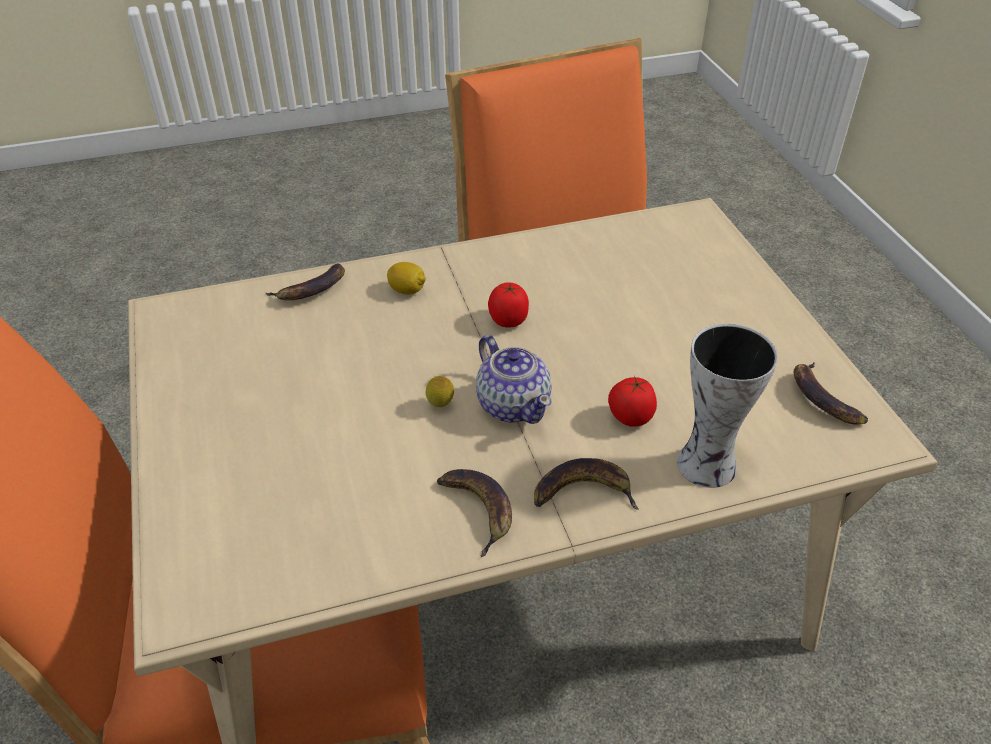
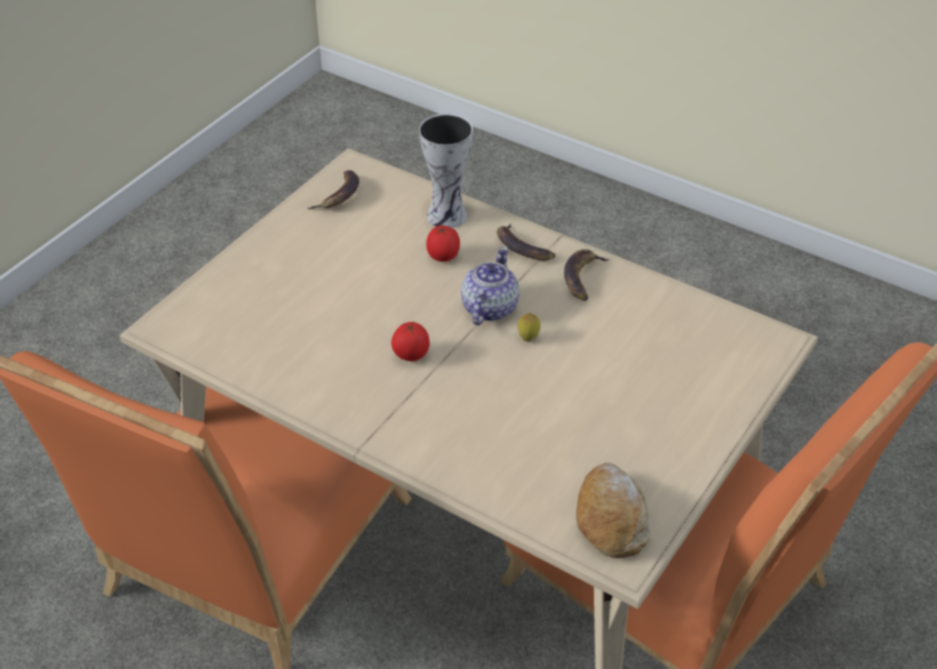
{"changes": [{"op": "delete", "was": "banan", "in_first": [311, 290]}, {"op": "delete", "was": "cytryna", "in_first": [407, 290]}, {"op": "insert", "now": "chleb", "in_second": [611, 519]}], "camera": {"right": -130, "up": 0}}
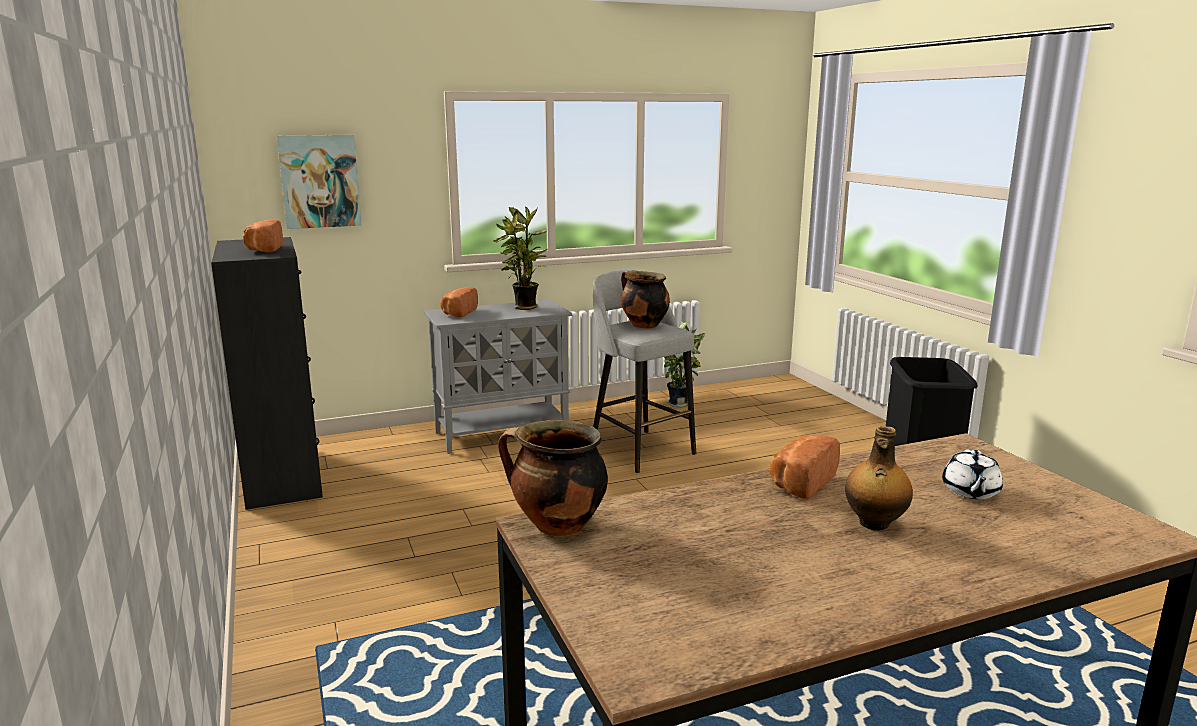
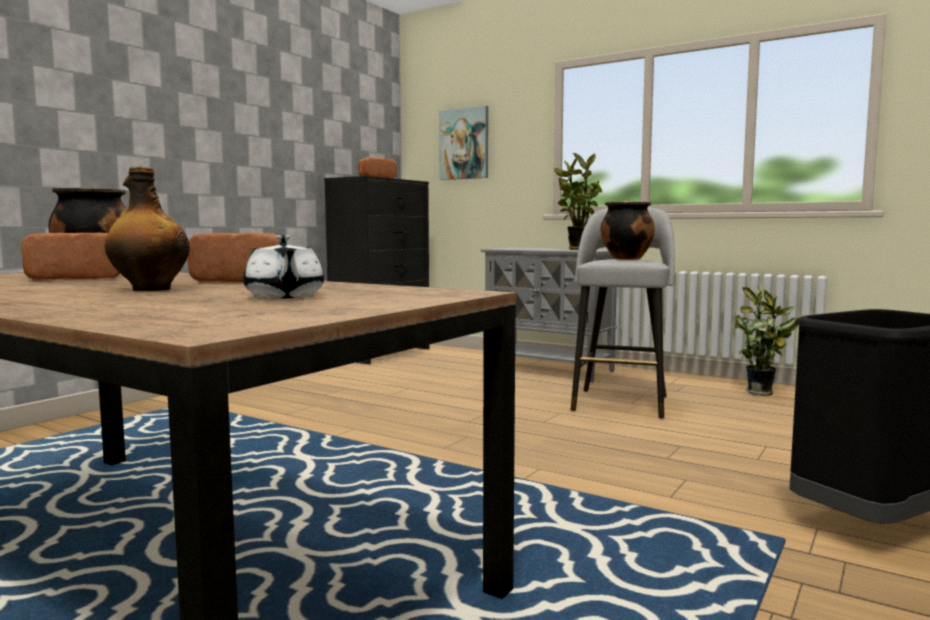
{"changes": [{"op": "move", "was": "chleb", "in_first": [458, 313], "in_second": [78, 278]}, {"op": "rotate", "was": "imbryk/biały", "in_first": [970, 492], "in_second": [284, 297], "clockwise": -90}], "camera": {"right": 55, "up": -10}}
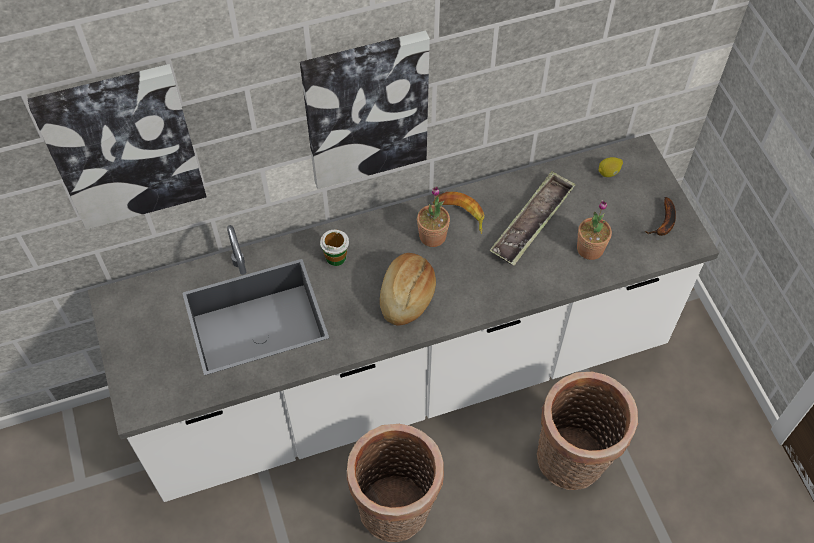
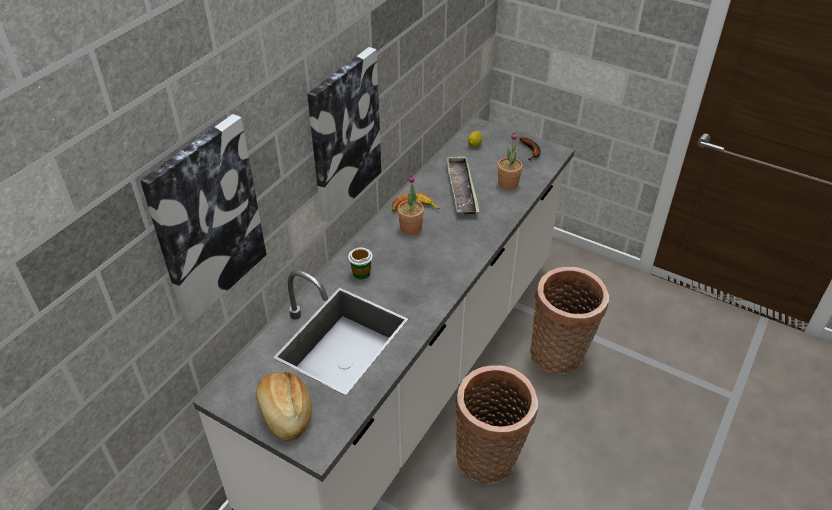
{"changes": [{"op": "move", "was": "chleb", "in_first": [406, 295], "in_second": [284, 413]}], "camera": {"right": -40, "up": -15}}
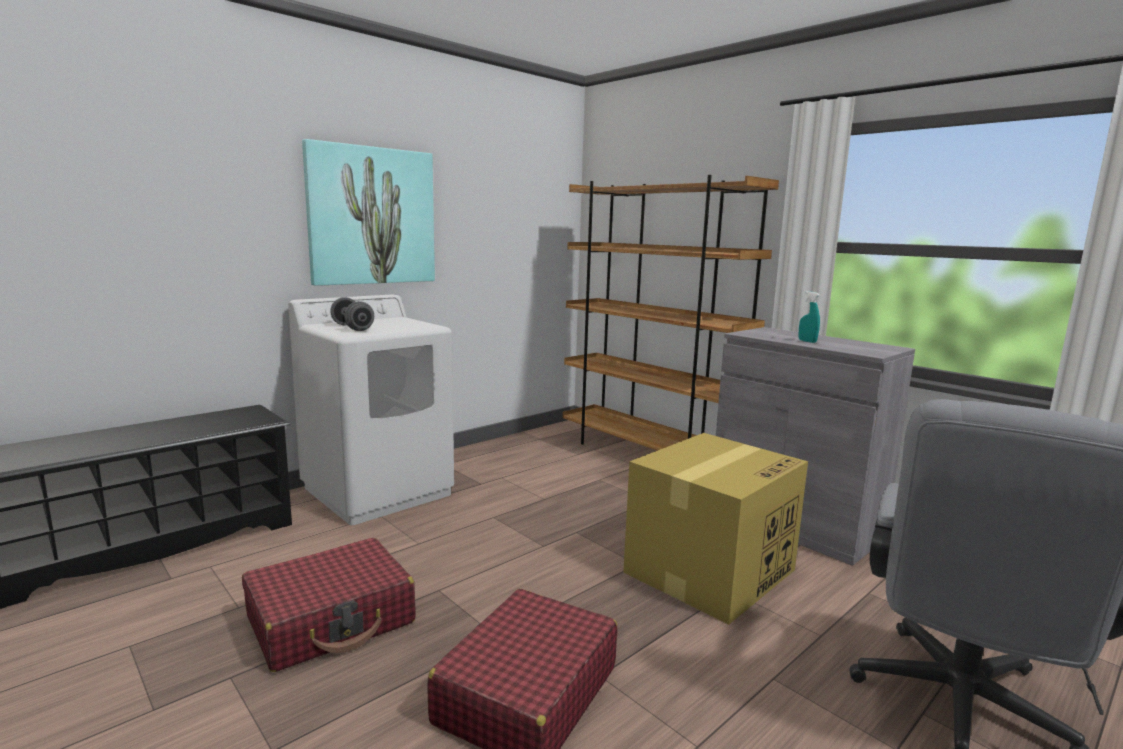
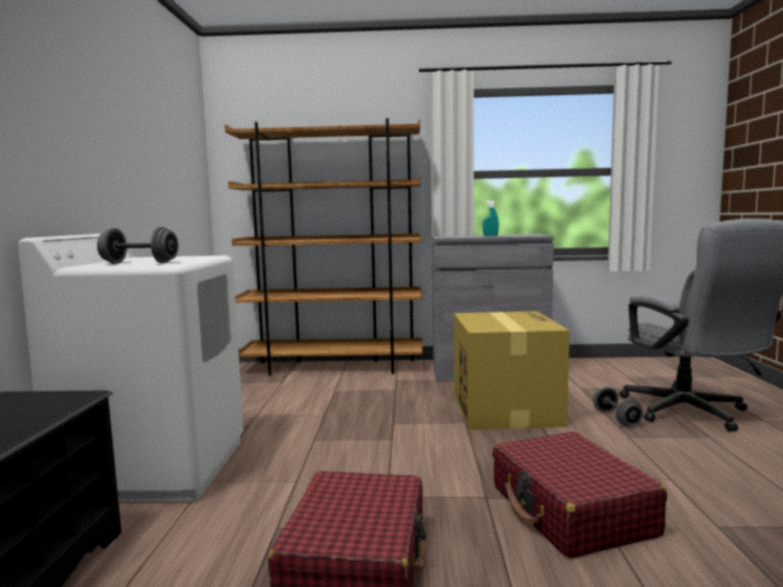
{"changes": [{"op": "delete", "was": "obraz", "in_first": [371, 216]}, {"op": "insert", "now": "hantel/szary", "in_second": [616, 418]}], "camera": {"right": -45, "up": -5}}
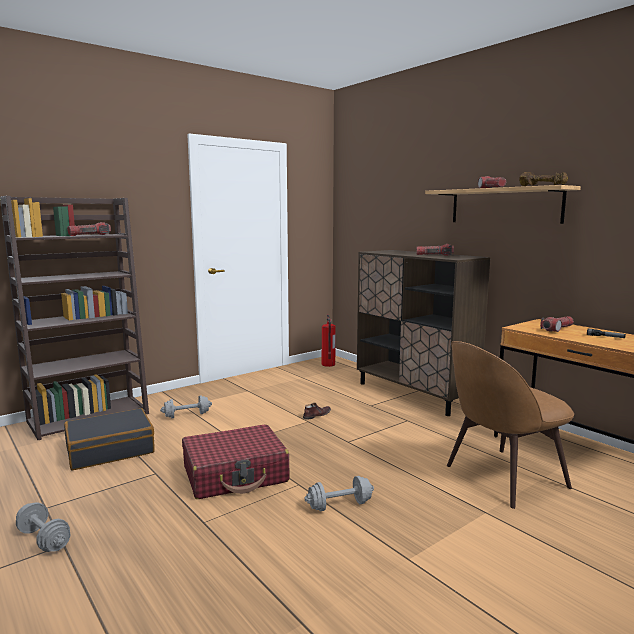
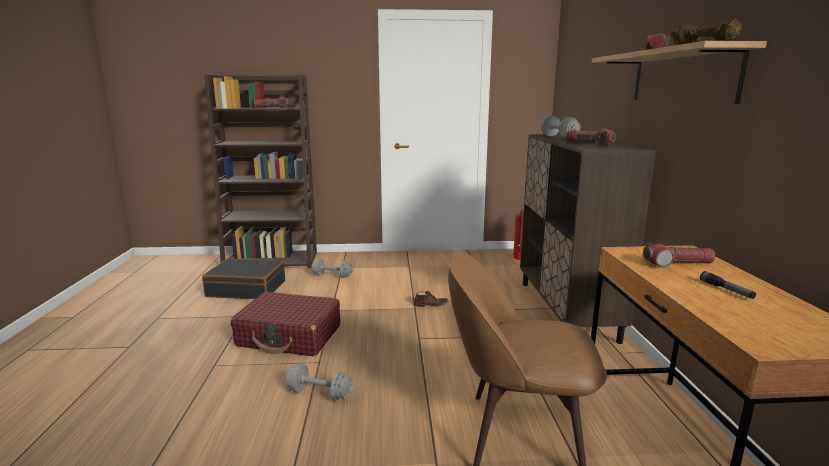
{"changes": [{"op": "move", "was": "hantel/szary", "in_first": [44, 539], "in_second": [559, 137]}], "camera": {"right": 35, "up": 5}}
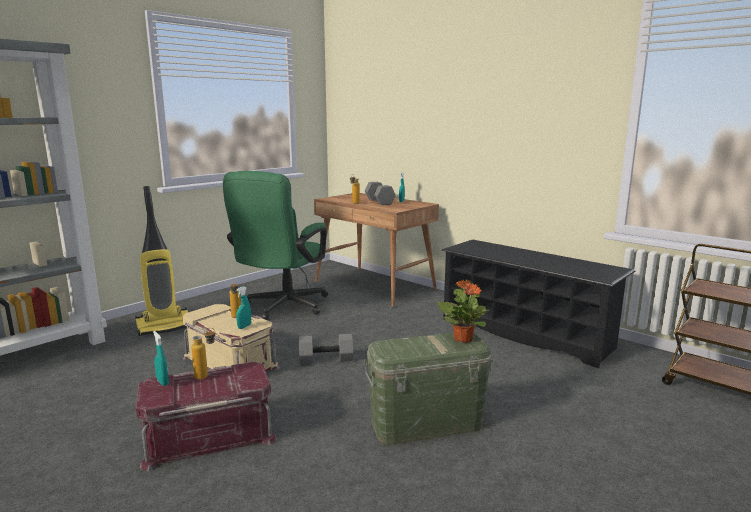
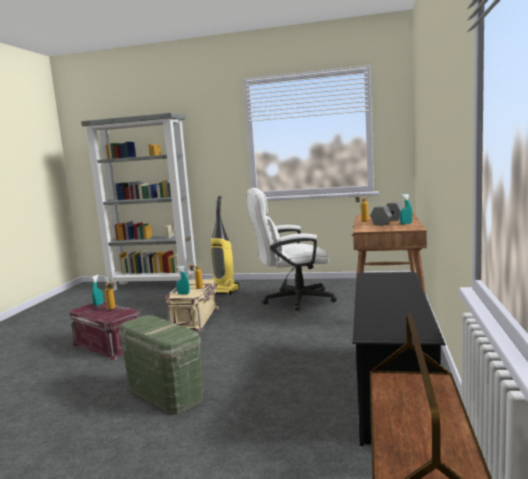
{"changes": [{"op": "recolor", "was": "krzesło biurowe/zielony", "now": "krzesło biurowe/biały", "in_first": [282, 307], "in_second": [292, 300]}, {"op": "delete", "was": "hantel/szary", "in_first": [326, 359]}, {"op": "delete", "was": "roślina doniczkowa", "in_first": [463, 339]}], "camera": {"right": 60, "up": -5}}
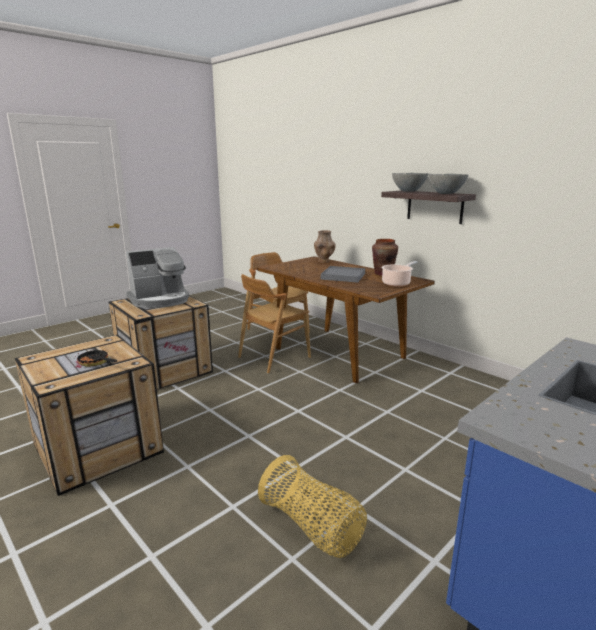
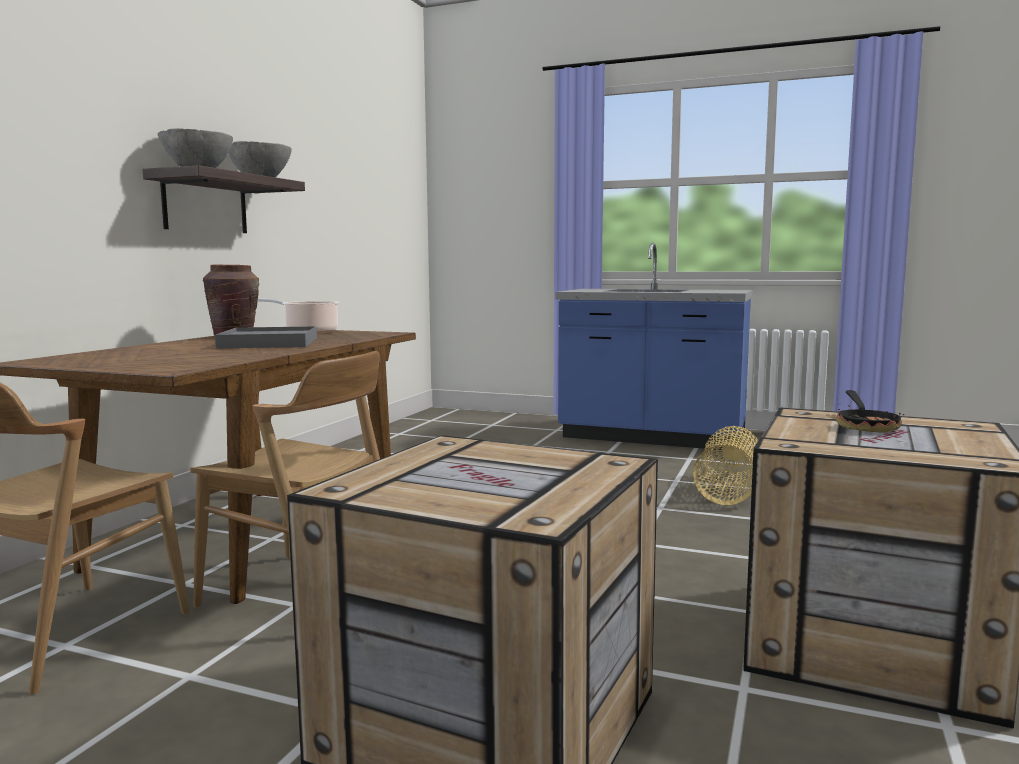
{"changes": [{"op": "delete", "was": "ekspres do kawy", "in_first": [160, 300]}, {"op": "delete", "was": "wazon/brązowy", "in_first": [323, 261]}], "camera": {"right": -115, "up": -10}}
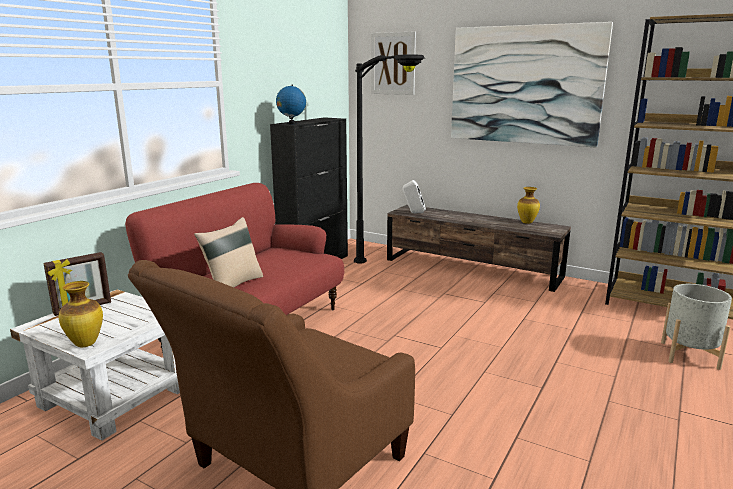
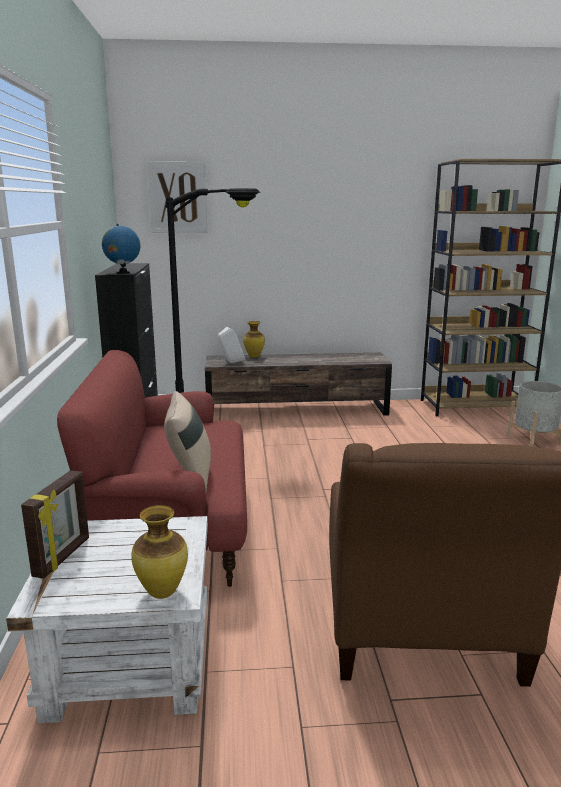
{"changes": [{"op": "delete", "was": "obraz", "in_first": [525, 85]}, {"op": "move", "was": "wazon", "in_first": [526, 222], "in_second": [254, 356]}], "camera": {"right": -35, "up": 0}}
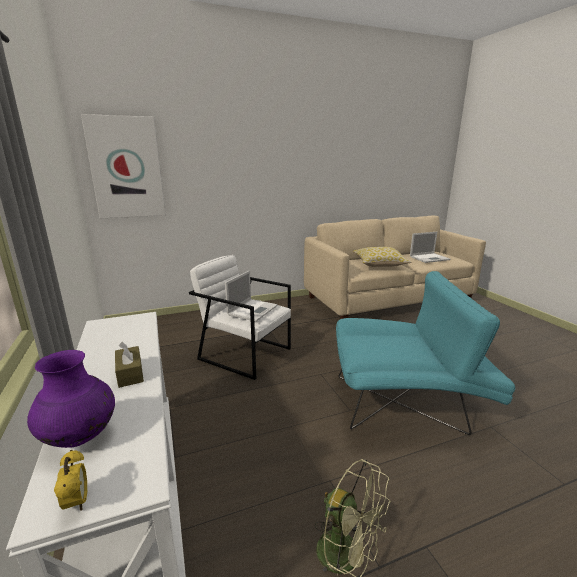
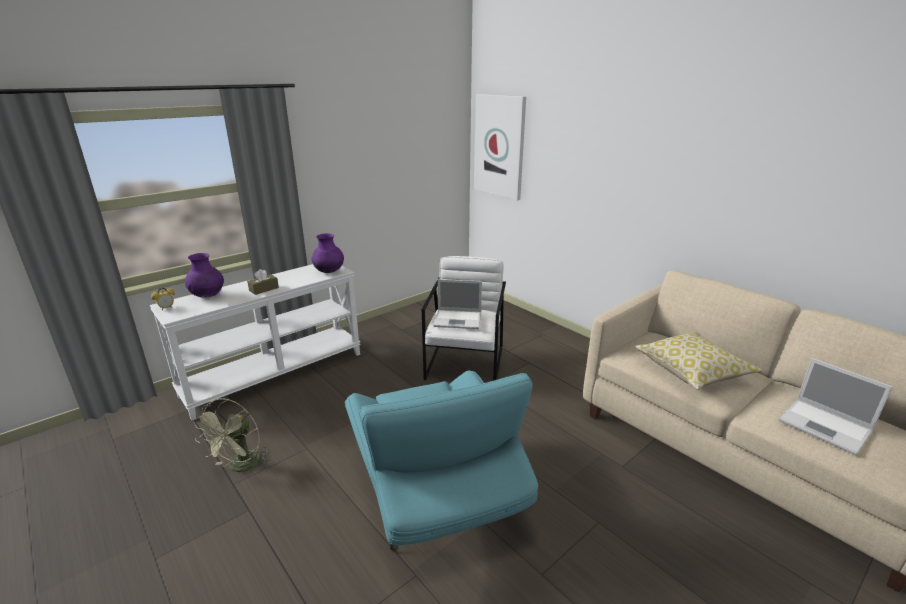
{"changes": [{"op": "insert", "now": "wazon/fioletowy", "in_second": [329, 272]}], "camera": {"right": 70, "up": 5}}
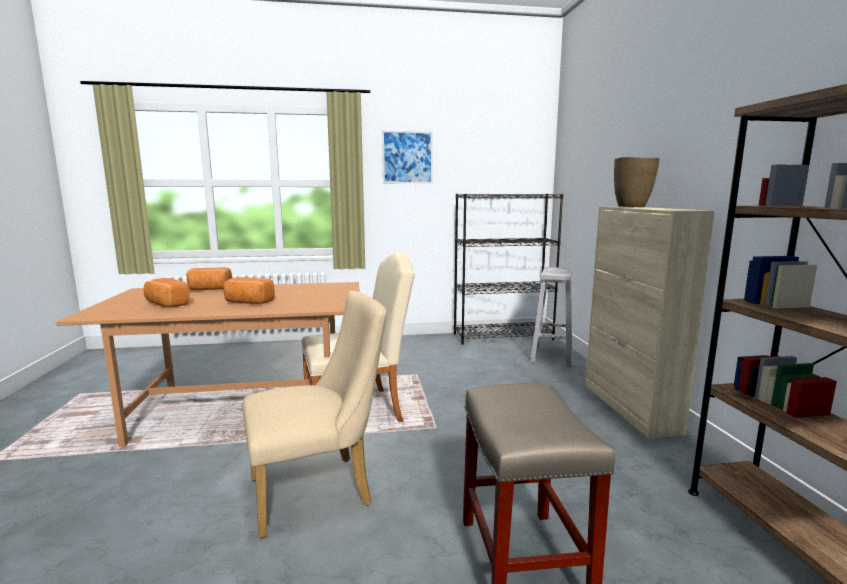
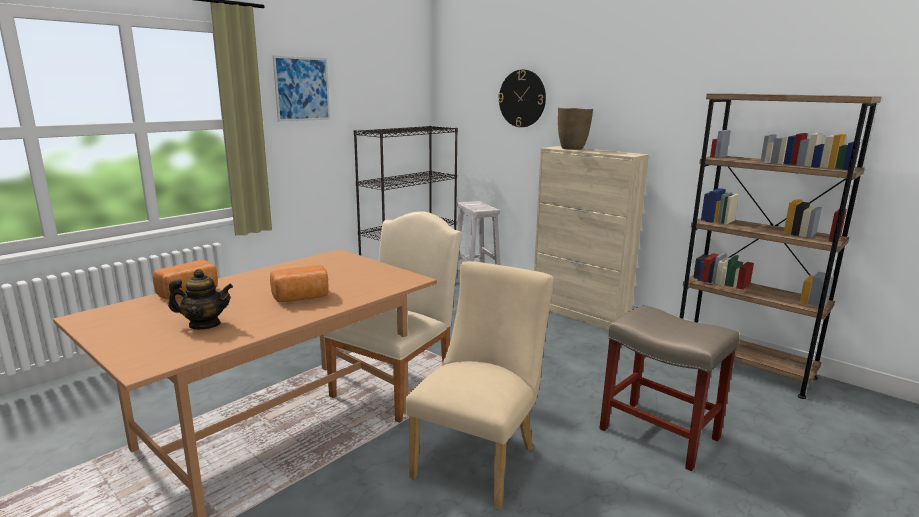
{"changes": [{"op": "replace", "was": "chleb", "now": "imbryk", "in_first": [166, 304], "in_second": [204, 325]}, {"op": "insert", "now": "zegar ścienny", "in_second": [522, 98]}], "camera": {"right": -40, "up": 5}}
